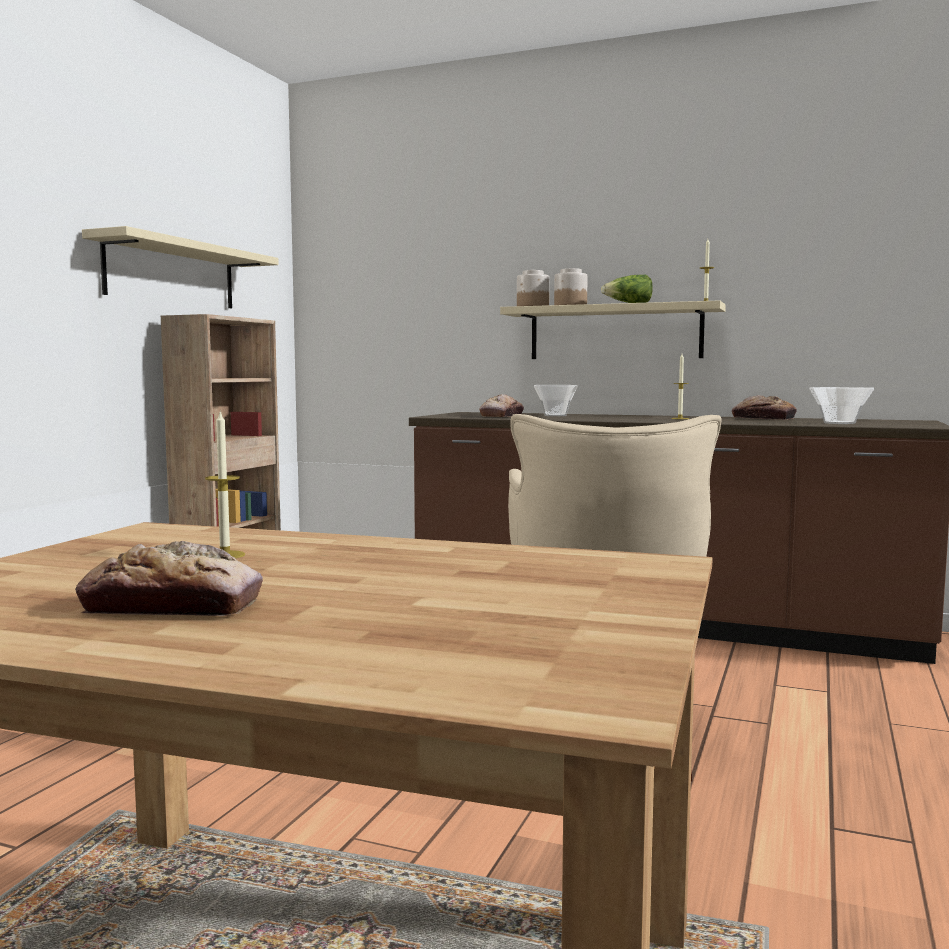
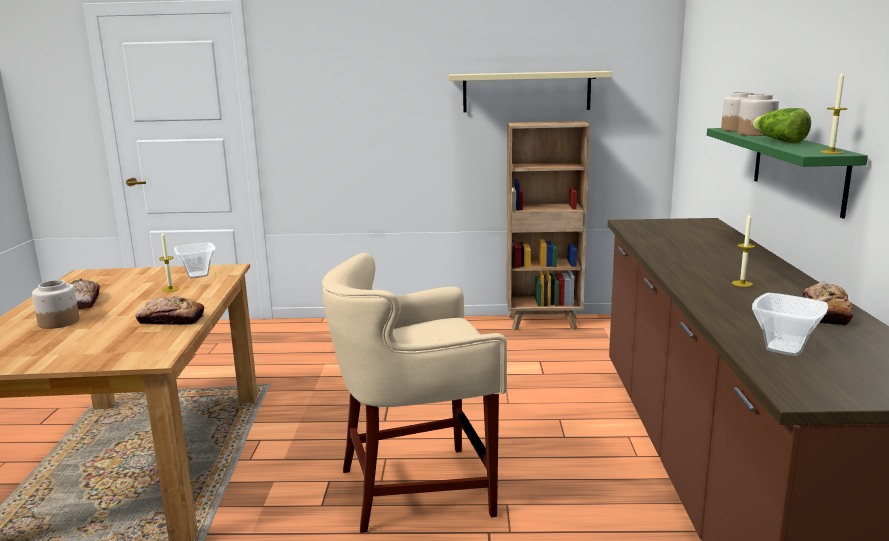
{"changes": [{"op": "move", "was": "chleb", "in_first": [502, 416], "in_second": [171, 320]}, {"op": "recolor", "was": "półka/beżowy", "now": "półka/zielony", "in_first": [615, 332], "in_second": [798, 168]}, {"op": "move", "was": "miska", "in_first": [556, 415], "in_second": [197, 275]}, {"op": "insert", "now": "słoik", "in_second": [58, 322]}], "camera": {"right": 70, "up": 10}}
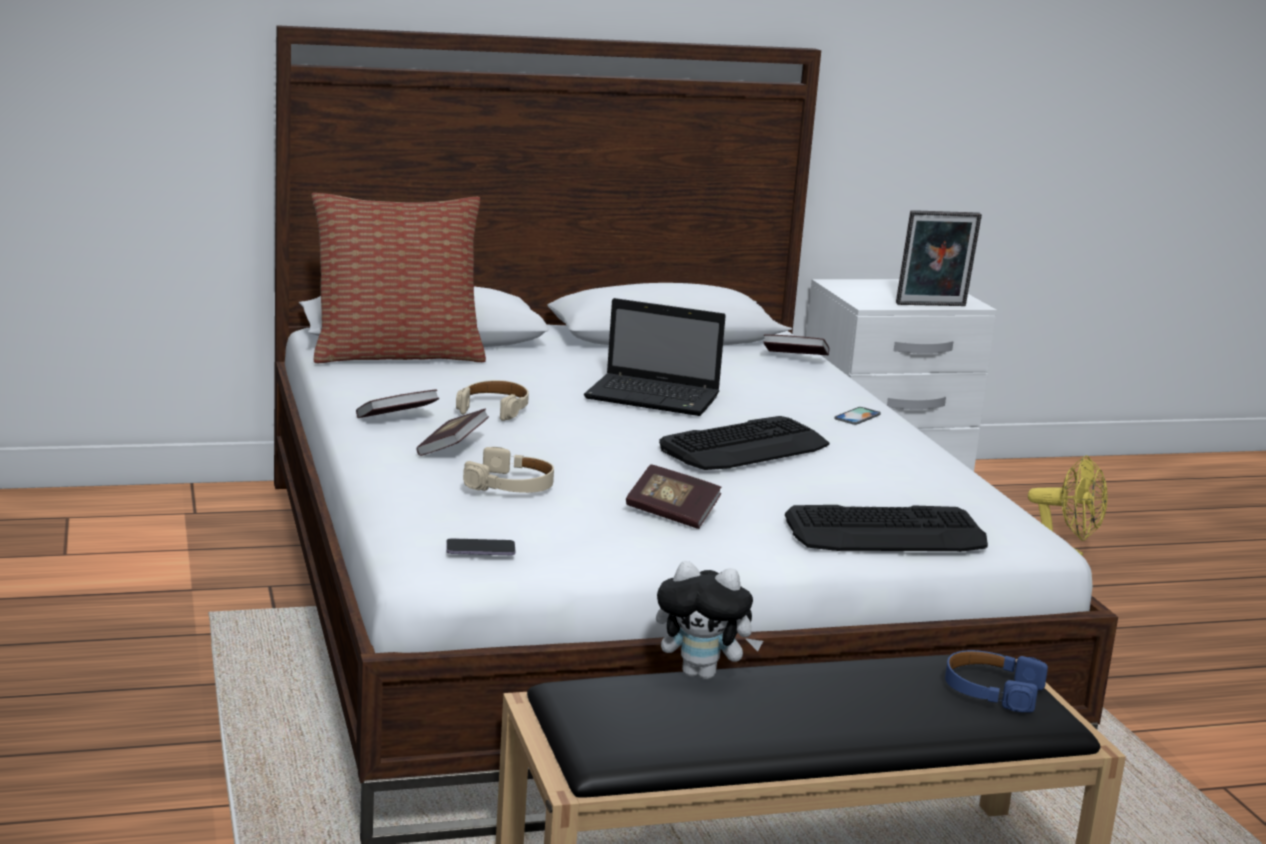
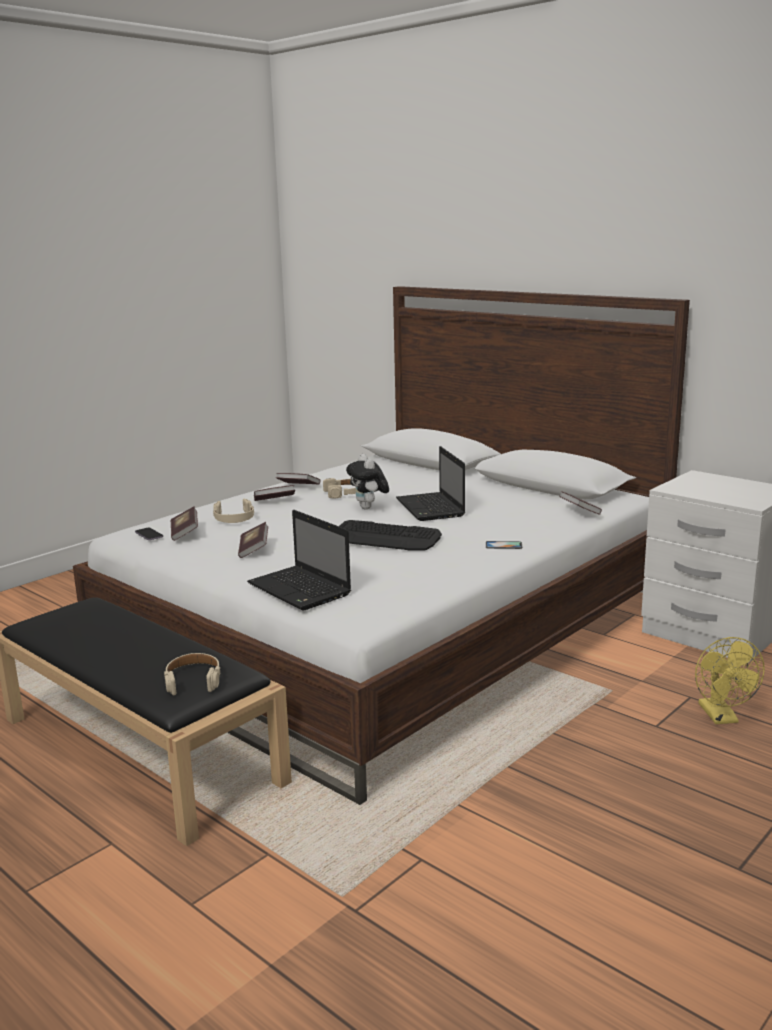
{"changes": [{"op": "delete", "was": "poduszka", "in_first": [397, 355]}, {"op": "move", "was": "pluszak", "in_first": [702, 674], "in_second": [369, 508]}, {"op": "replace", "was": "klawiatura", "now": "laptop", "in_first": [886, 533], "in_second": [301, 590]}, {"op": "delete", "was": "ramka na zdjęcie", "in_first": [932, 306]}, {"op": "recolor", "was": "słuchawki/niebieski", "now": "słuchawki/beżowy", "in_first": [991, 690], "in_second": [193, 680]}, {"op": "insert", "now": "książka", "in_second": [184, 533]}], "camera": {"right": 60, "up": 0}}
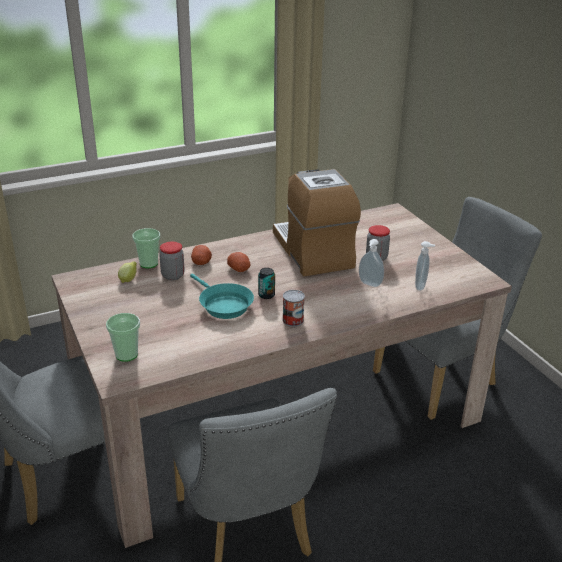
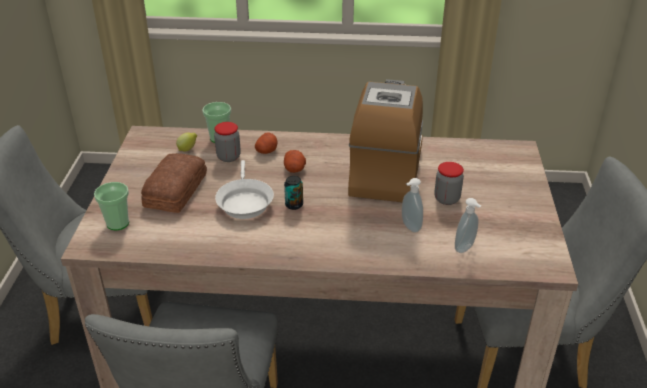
{"changes": [{"op": "recolor", "was": "patelnia/turkusowy", "now": "patelnia/biały", "in_first": [223, 305], "in_second": [244, 202]}, {"op": "delete", "was": "puszka", "in_first": [293, 320]}, {"op": "insert", "now": "chleb", "in_second": [174, 190]}], "camera": {"right": 30, "up": 5}}
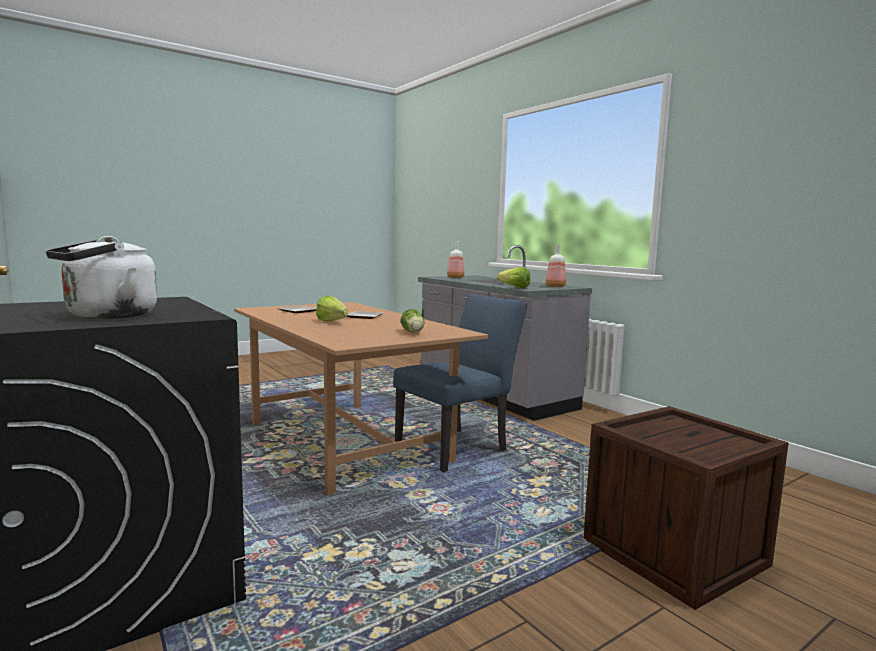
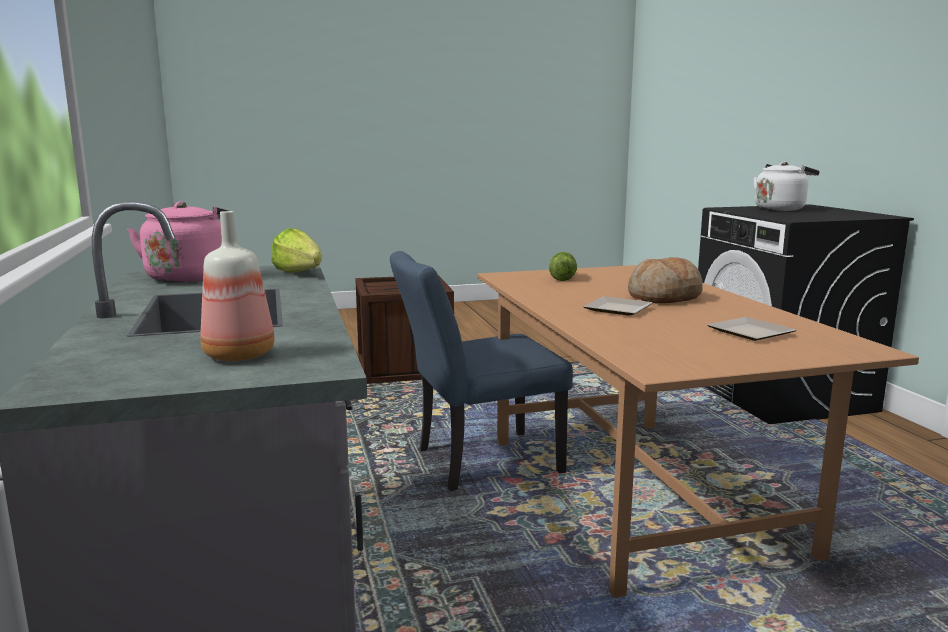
{"changes": [{"op": "replace", "was": "sałata", "now": "chleb", "in_first": [334, 322], "in_second": [664, 297]}, {"op": "replace", "was": "butelka", "now": "czajnik/różowy", "in_first": [555, 286], "in_second": [188, 277]}], "camera": {"right": -160, "up": 5}}
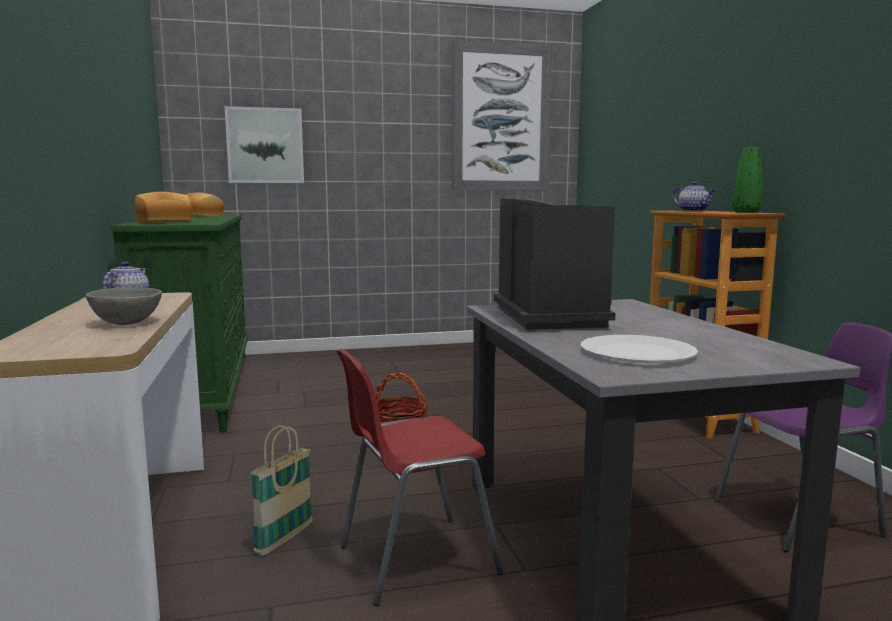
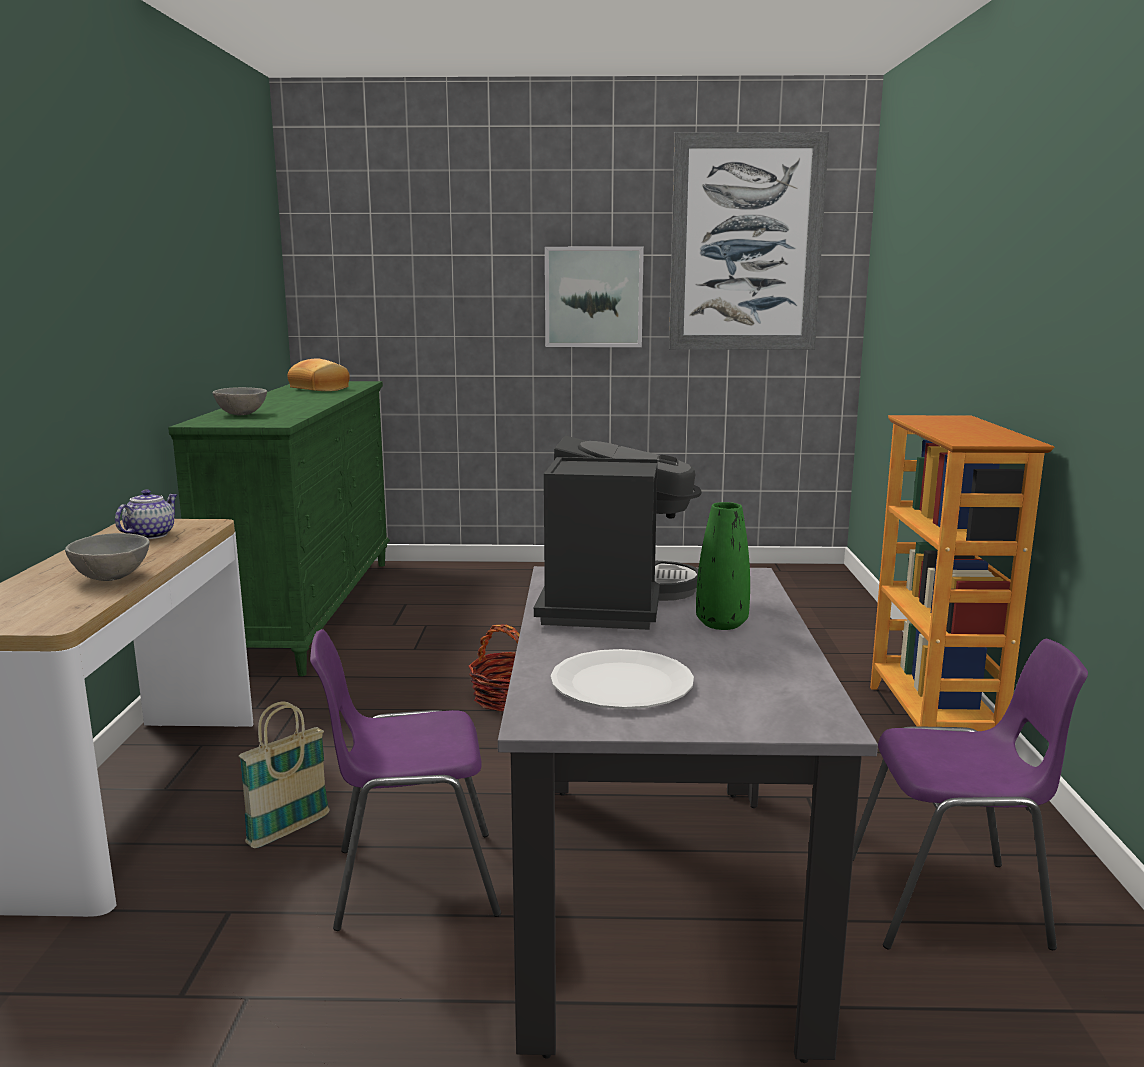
{"changes": [{"op": "replace", "was": "chleb", "now": "miska/szary", "in_first": [163, 222], "in_second": [242, 414]}, {"op": "move", "was": "obraz", "in_first": [265, 145], "in_second": [593, 297]}, {"op": "recolor", "was": "krzesło/czerwony", "now": "krzesło/fioletowy", "in_first": [413, 560], "in_second": [411, 880]}, {"op": "delete", "was": "imbryk", "in_first": [693, 211]}, {"op": "move", "was": "wazon/zielony", "in_first": [745, 212], "in_second": [721, 624]}], "camera": {"right": 15, "up": 5}}
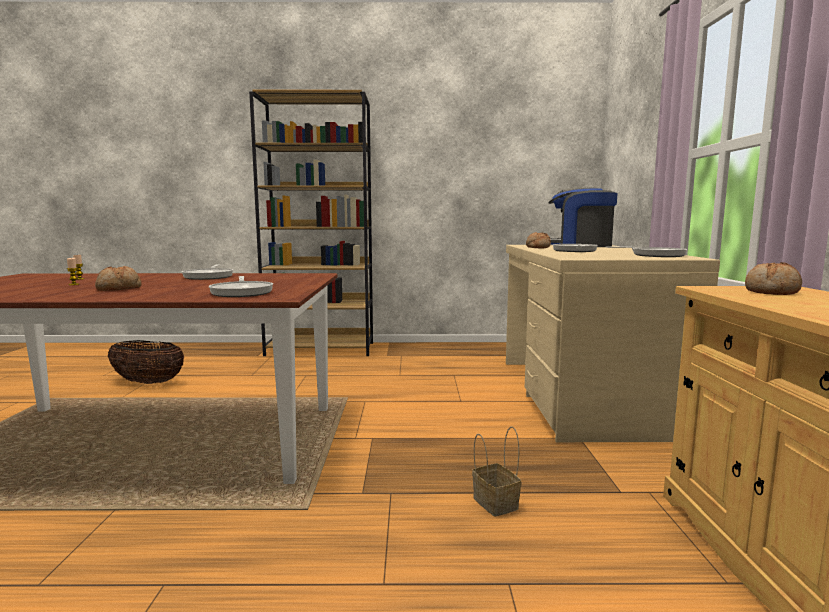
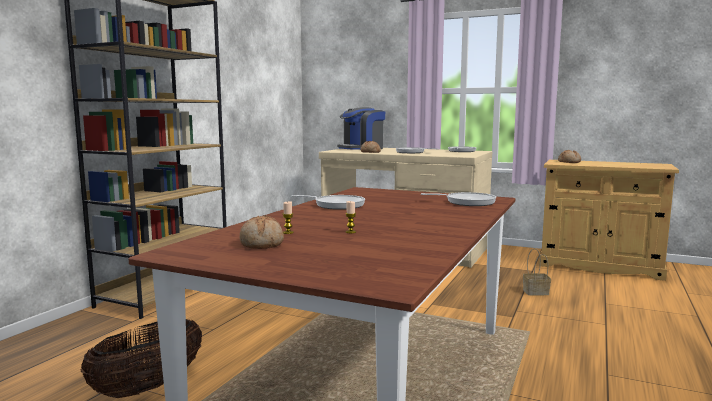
{"changes": [{"op": "move", "was": "chleb", "in_first": [118, 289], "in_second": [263, 243]}], "camera": {"right": -65, "up": 0}}
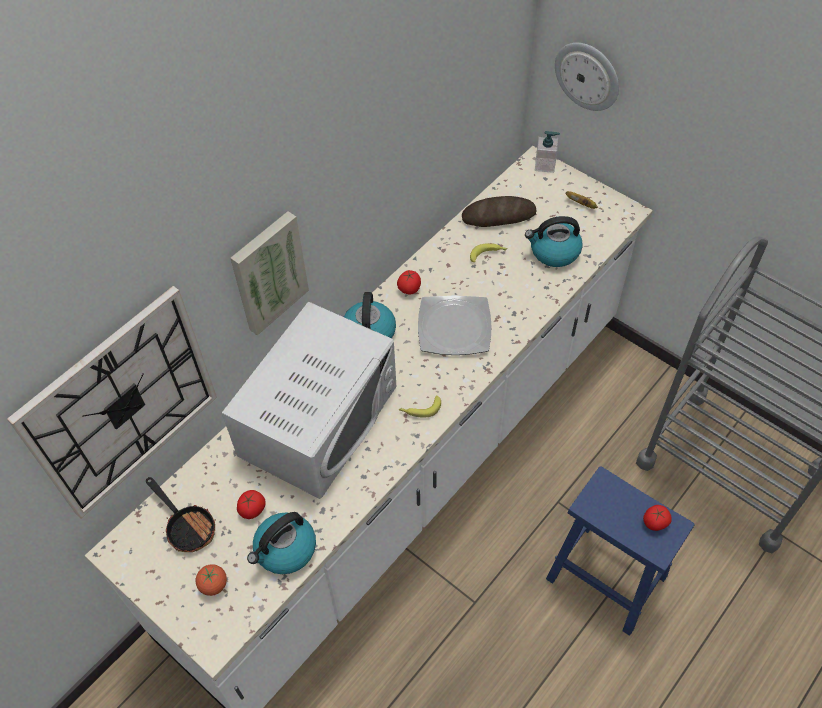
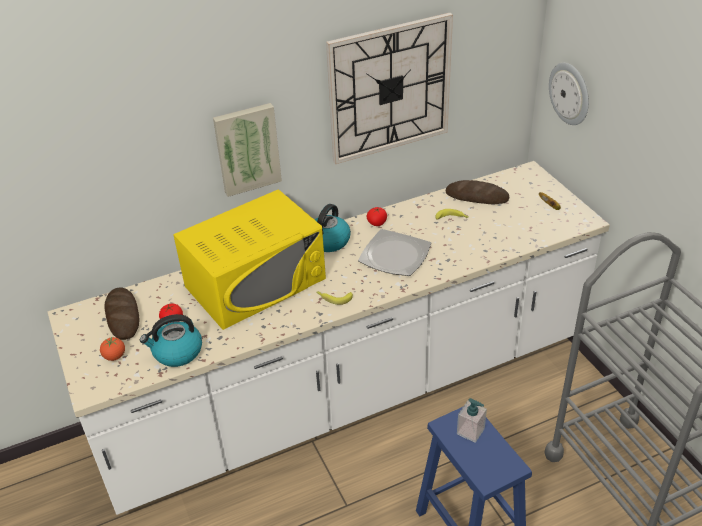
{"changes": [{"op": "move", "was": "zegar ścienny", "in_first": [122, 404], "in_second": [389, 89]}, {"op": "replace", "was": "patelnia", "now": "chleb", "in_first": [187, 526], "in_second": [123, 316]}, {"op": "recolor", "was": "mikrofalówka/biały", "now": "mikrofalówka/żółty", "in_first": [318, 420], "in_second": [256, 282]}, {"op": "delete", "was": "czajnik", "in_first": [554, 252]}, {"op": "move", "was": "dozownik mydła", "in_first": [545, 165], "in_second": [470, 431]}, {"op": "delete", "was": "pomidor", "in_first": [655, 522]}], "camera": {"right": 25, "up": -15}}
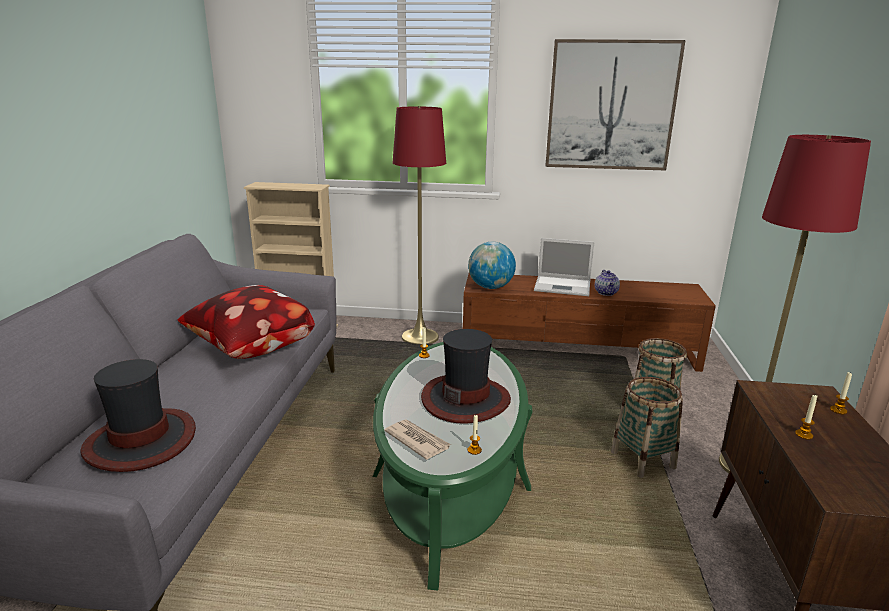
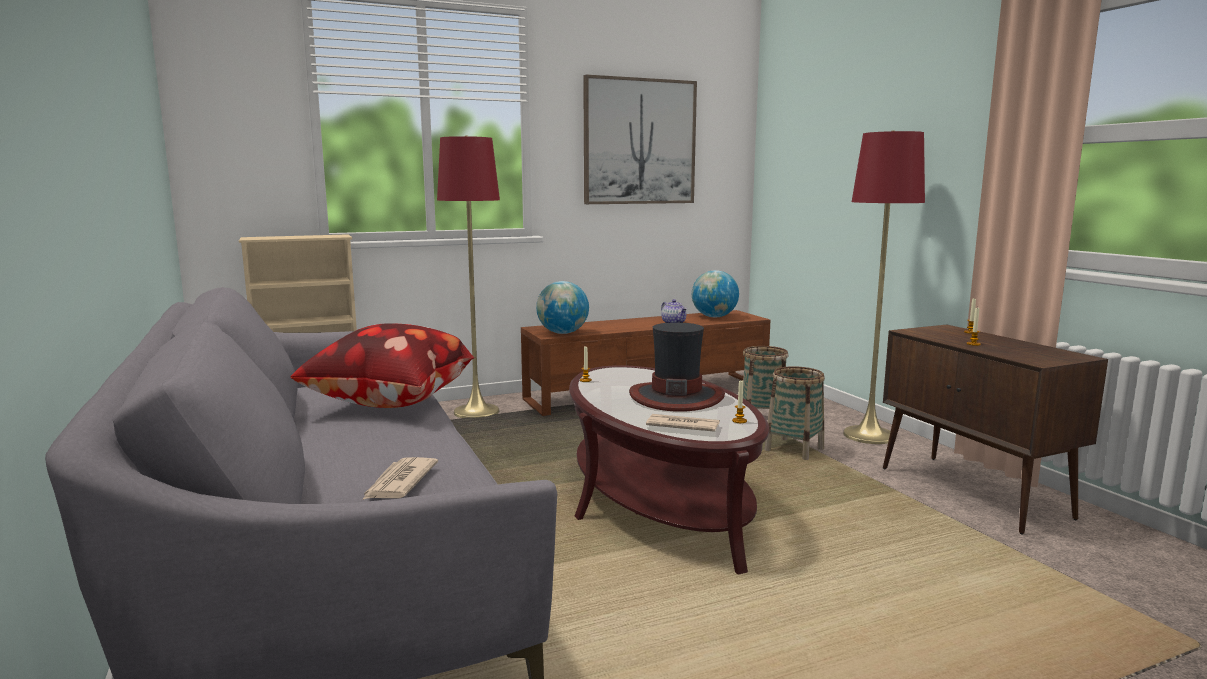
{"changes": [{"op": "replace", "was": "kapelusz", "now": "gazeta", "in_first": [141, 441], "in_second": [399, 482]}, {"op": "recolor", "was": "ława/zielony", "now": "ława/brązowy", "in_first": [451, 482], "in_second": [658, 504]}, {"op": "delete", "was": "laptop", "in_first": [563, 286]}, {"op": "insert", "now": "globus", "in_second": [714, 317]}], "camera": {"right": -30, "up": -10}}
